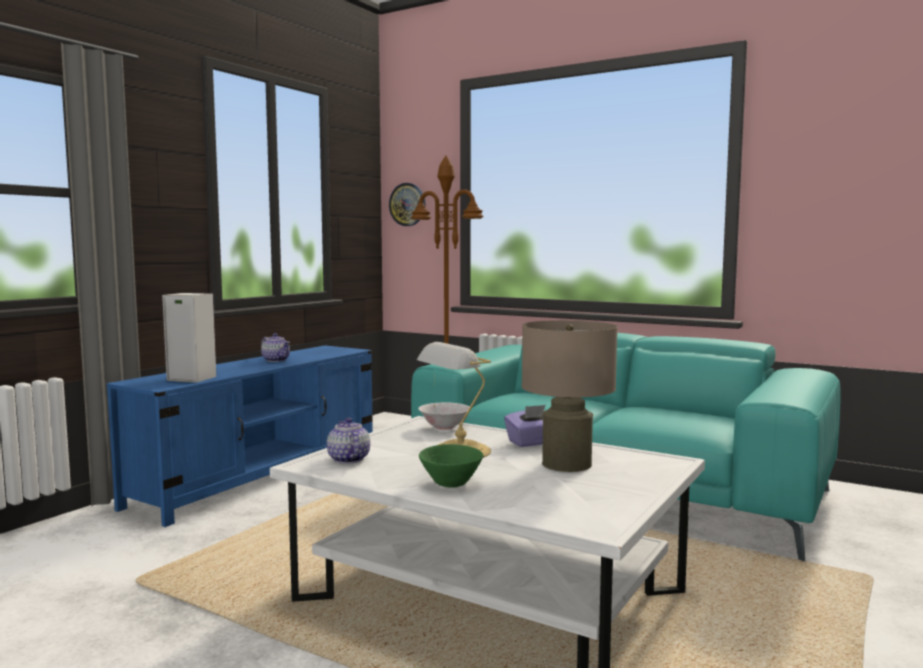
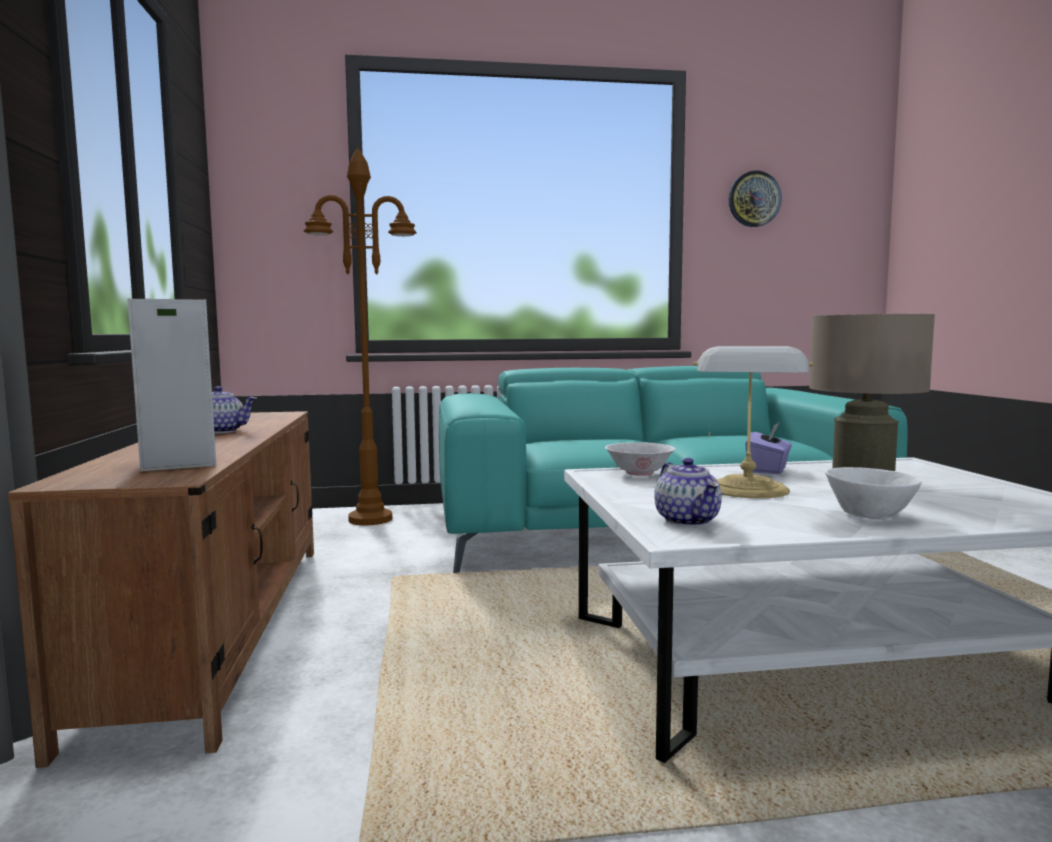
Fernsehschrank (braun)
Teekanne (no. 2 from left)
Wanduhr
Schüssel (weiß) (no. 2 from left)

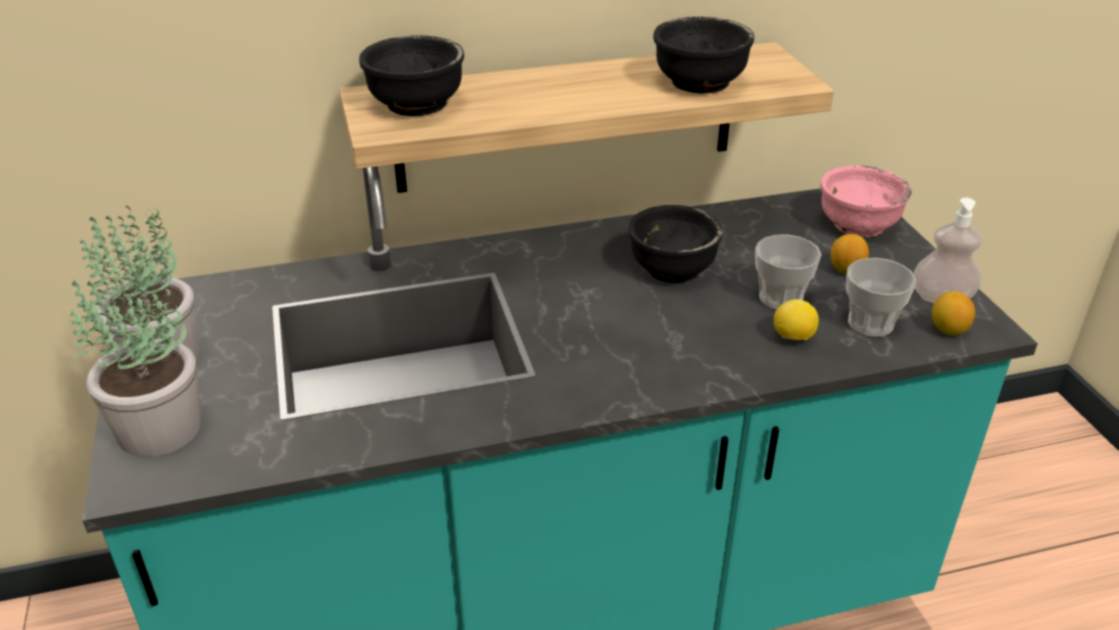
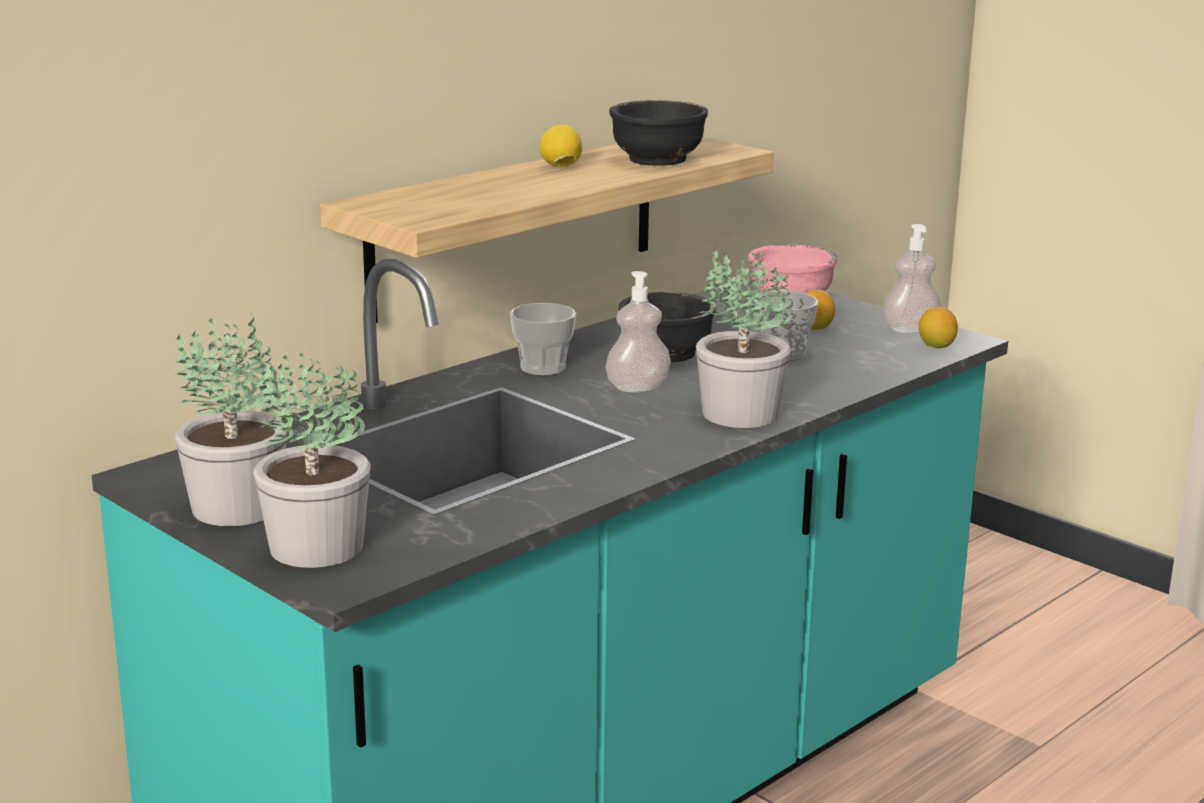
Schüssel (schwarz) (no. 1 from left in the first image)
Zitrone (no. 1 from left)
Tasse (no. 1 from left)
Seifenspender (no. 1 from left)
Topfpflanze (no. 3 from left)

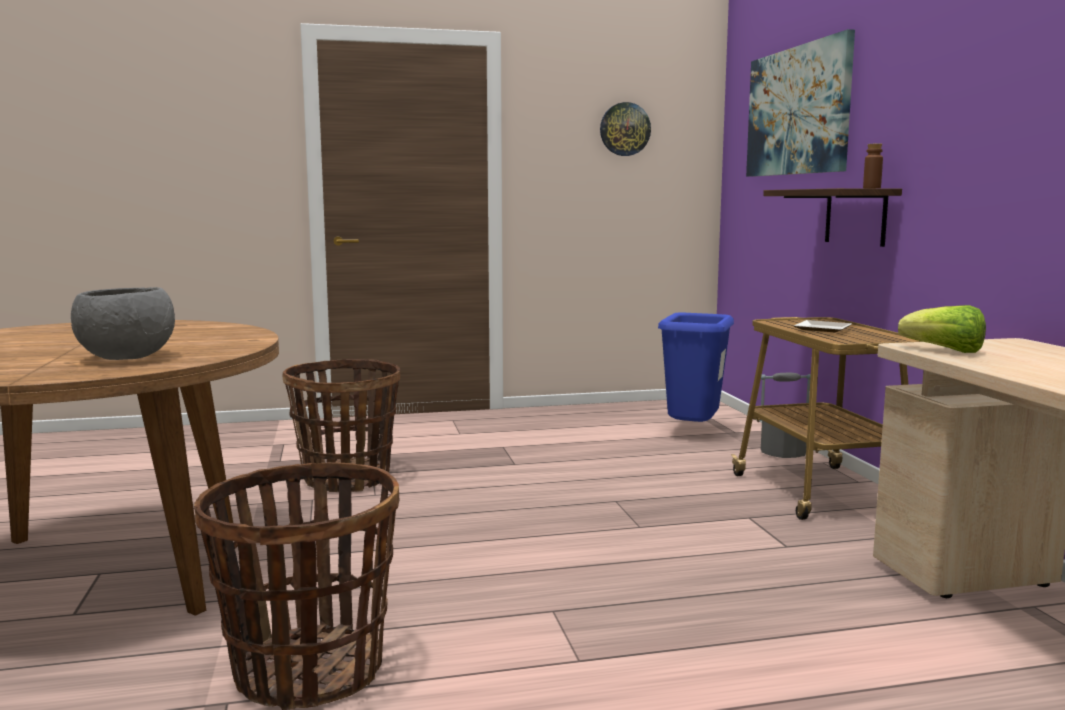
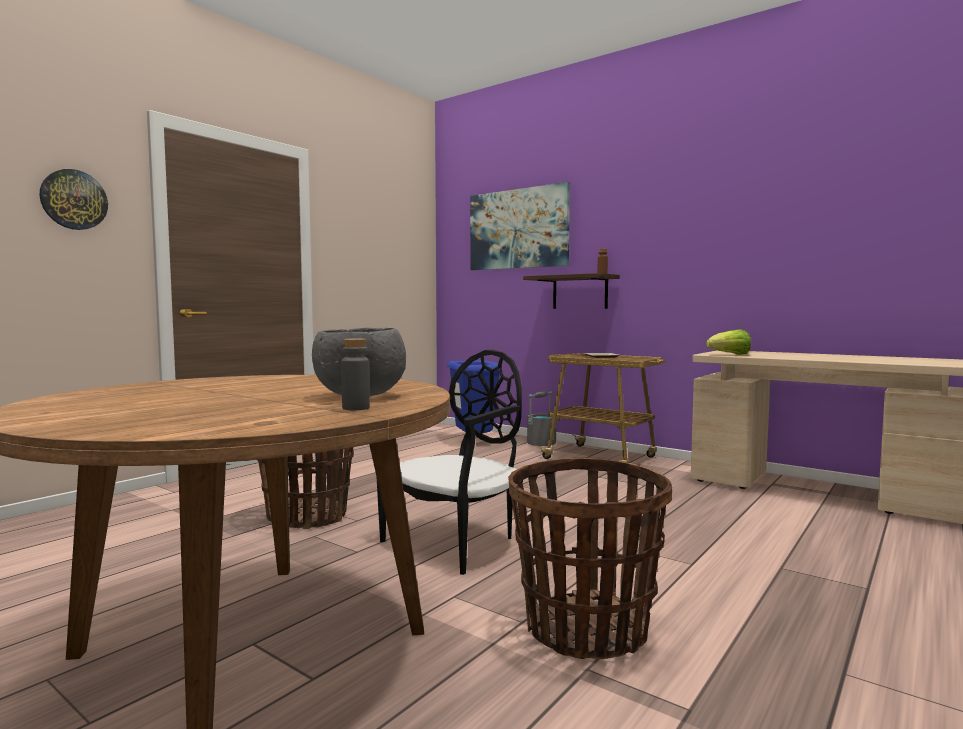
Wanduhr
Flasche (grau)
Stuhl (schwarz)

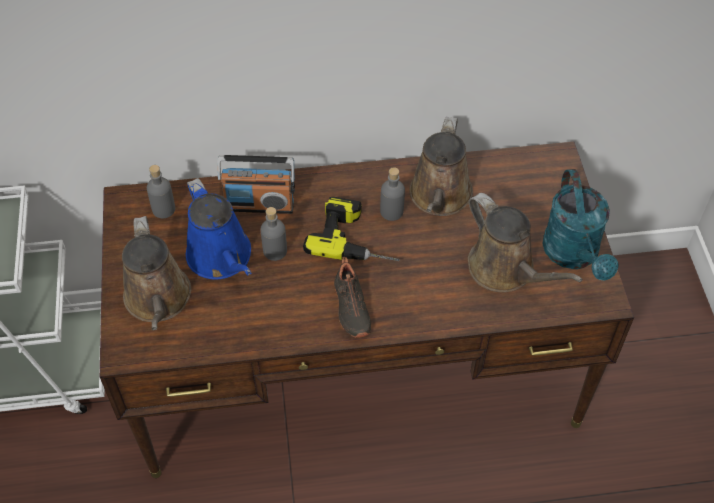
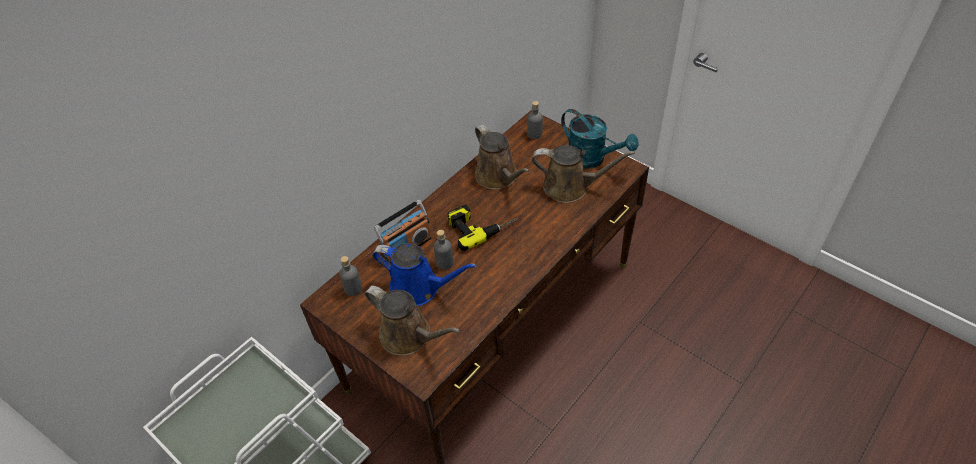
Schuh (schwarz)
Flasche (grau) (no. 3 from left)

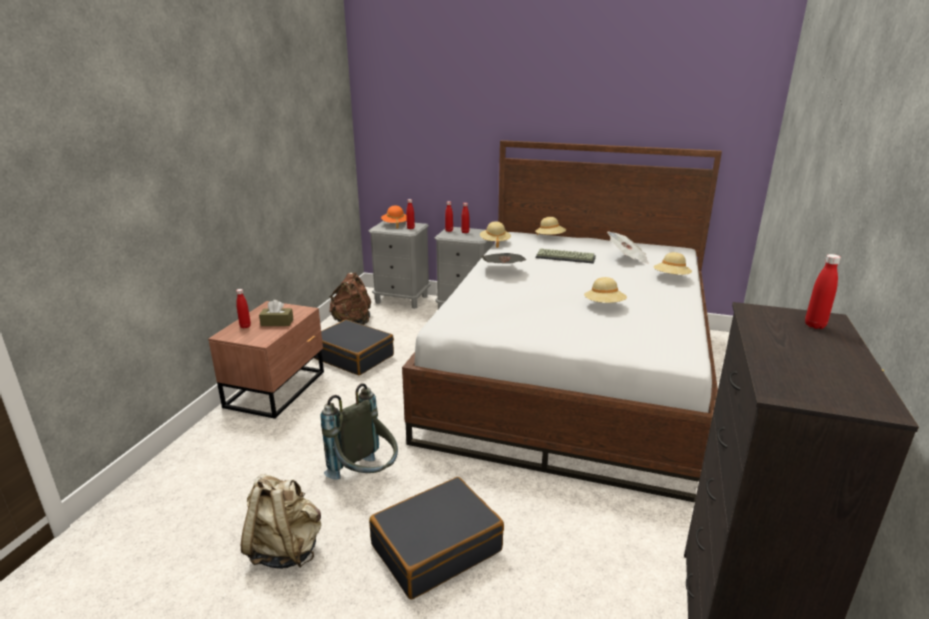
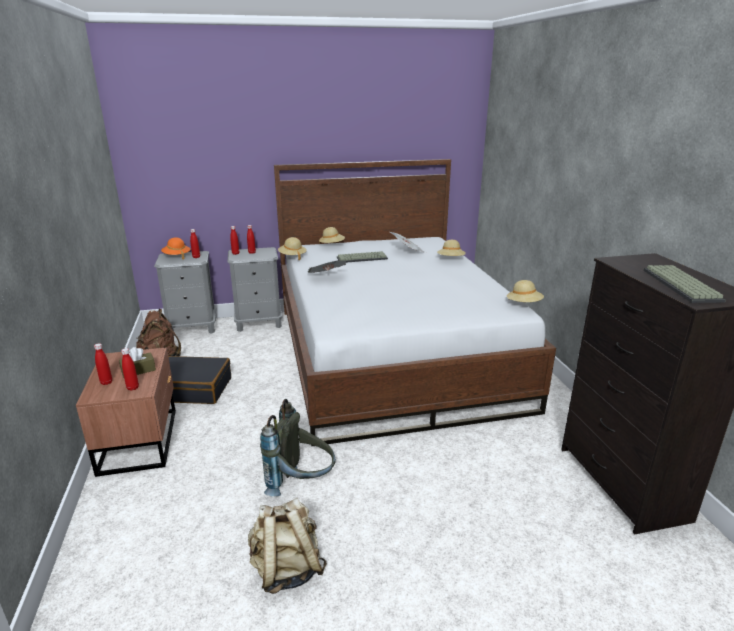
Koffer (schwarz) (no. 2 from left in the first image)
Hut (beige) (no. 4 from left)
Flasche (rot) (no. 2 from left)
Tastatur (no. 2 from left)

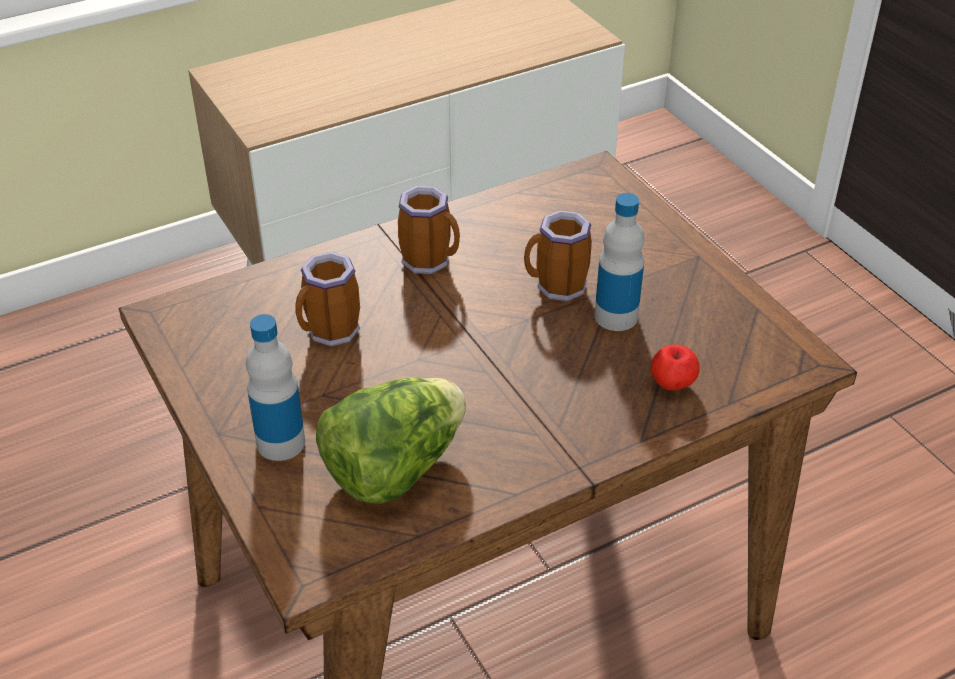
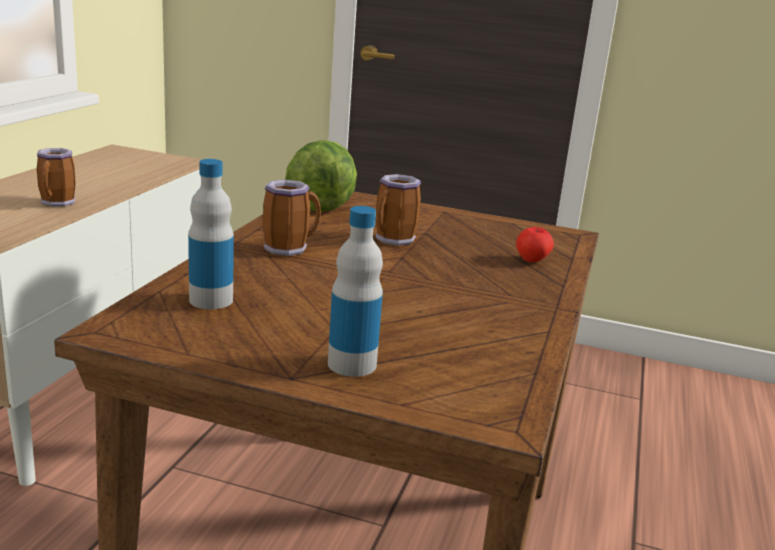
Henkelbecher (no. 1 from left)
Salatkopf
Flasche (no. 1 from left)

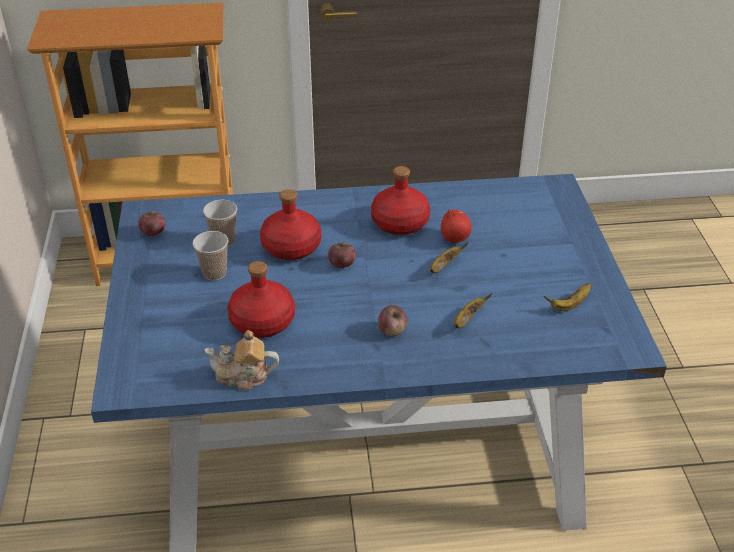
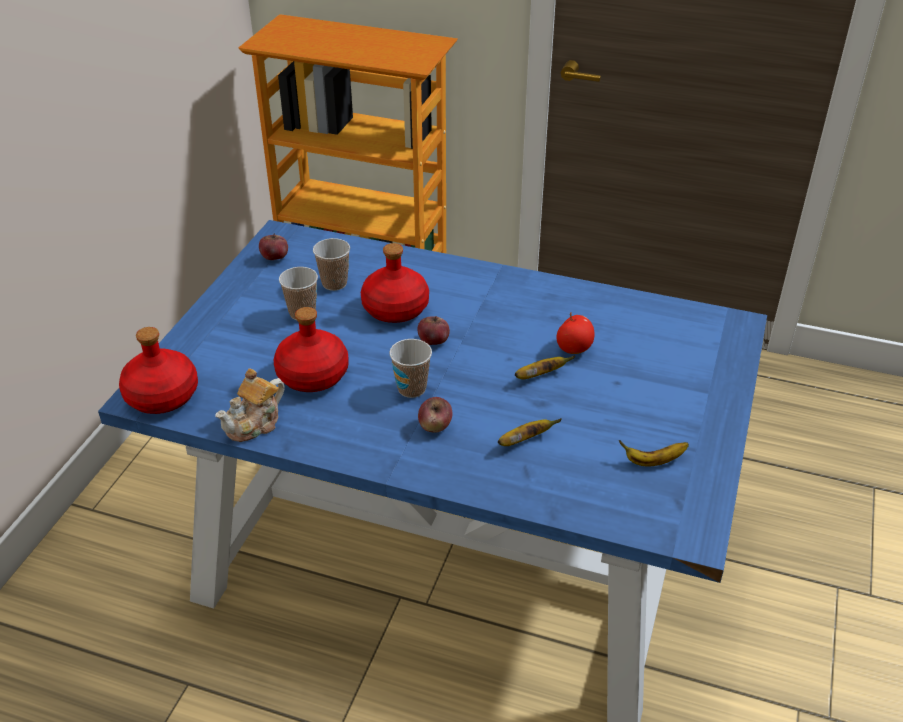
Teekanne
Flasche (rot) (no. 1 from left)
Tasse (no. 3 from left)

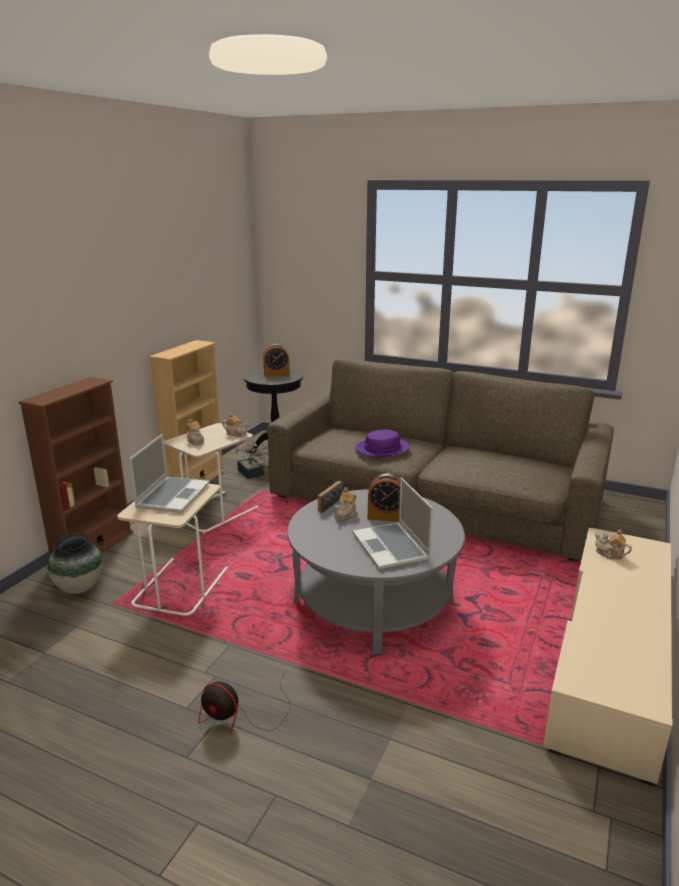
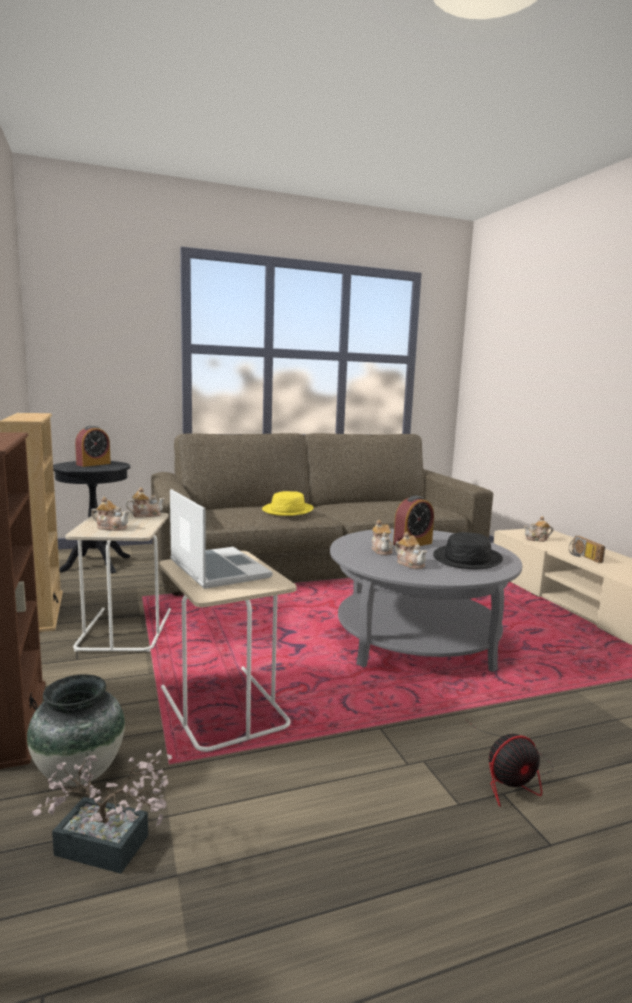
Topfpflanze
Radio
Hut (schwarz)
Hut (gelb)
Teekanne (no. 4 from left)

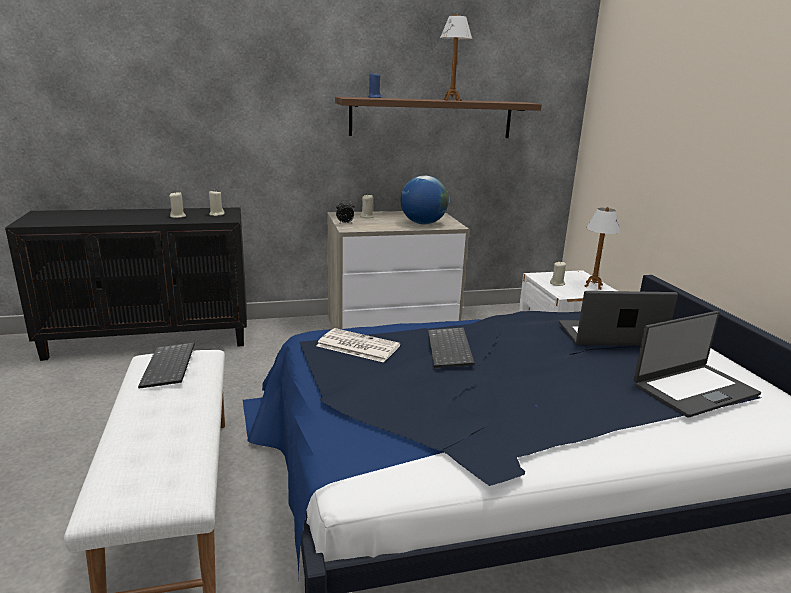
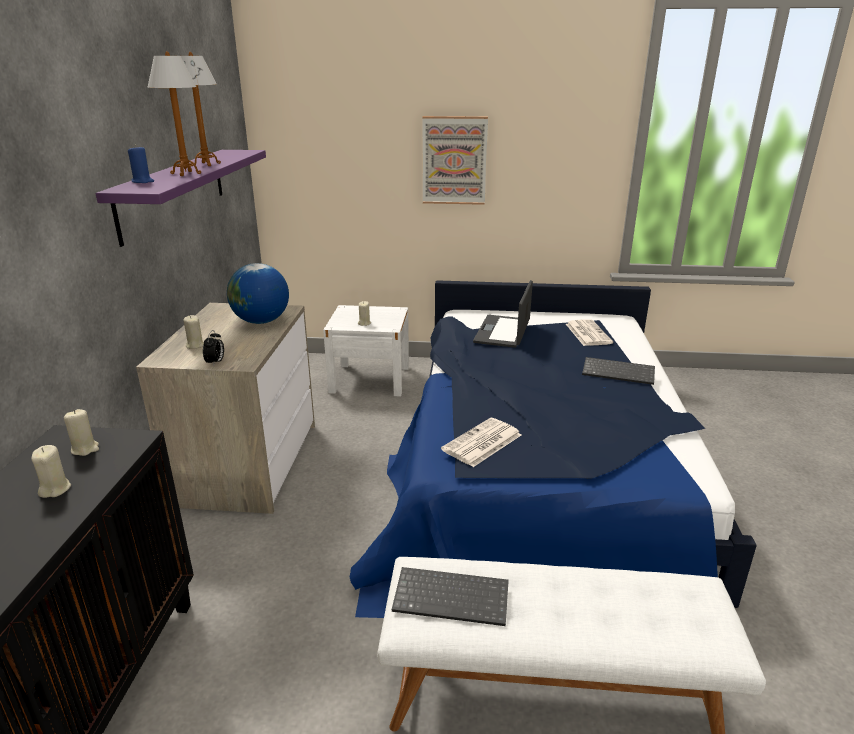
Wandregal (lila)
Tastatur (no. 2 from left)
Tischlampe (no. 1 from left)
Zeitung (no. 2 from left)
Bild

